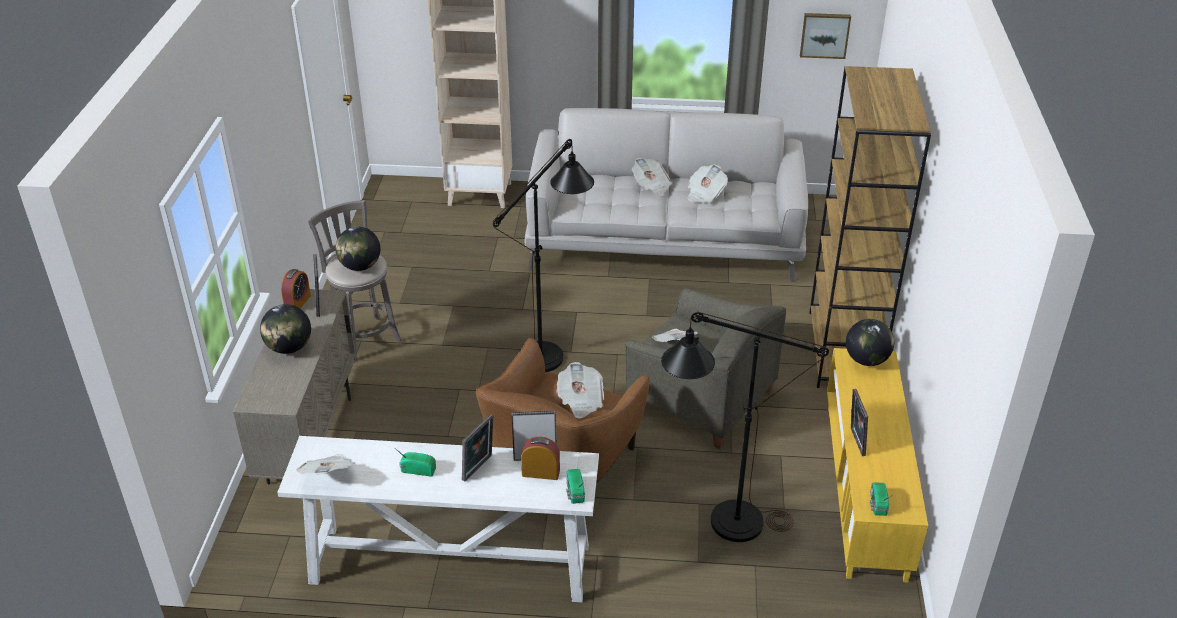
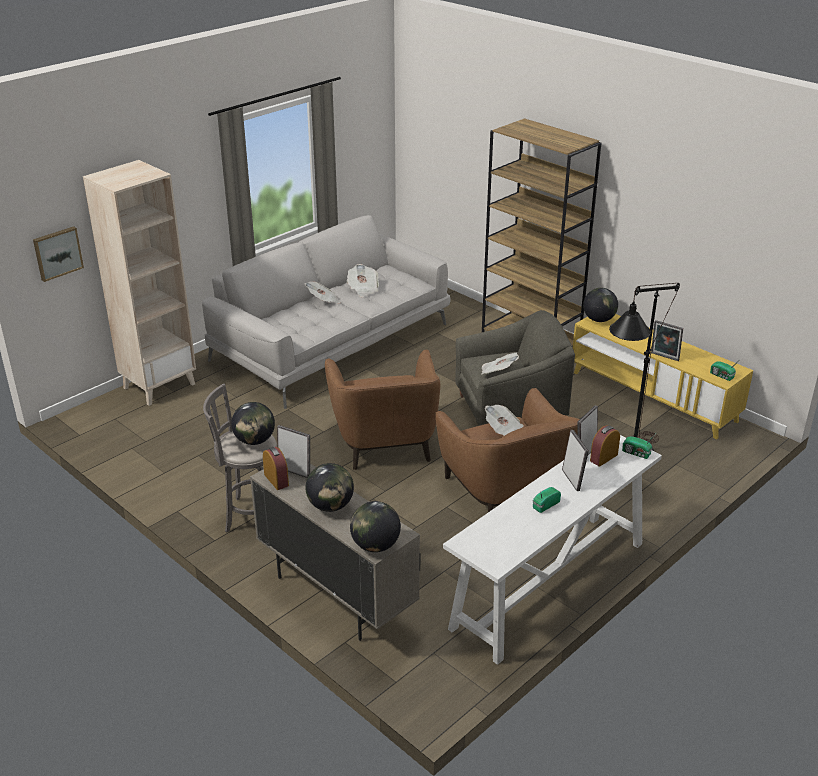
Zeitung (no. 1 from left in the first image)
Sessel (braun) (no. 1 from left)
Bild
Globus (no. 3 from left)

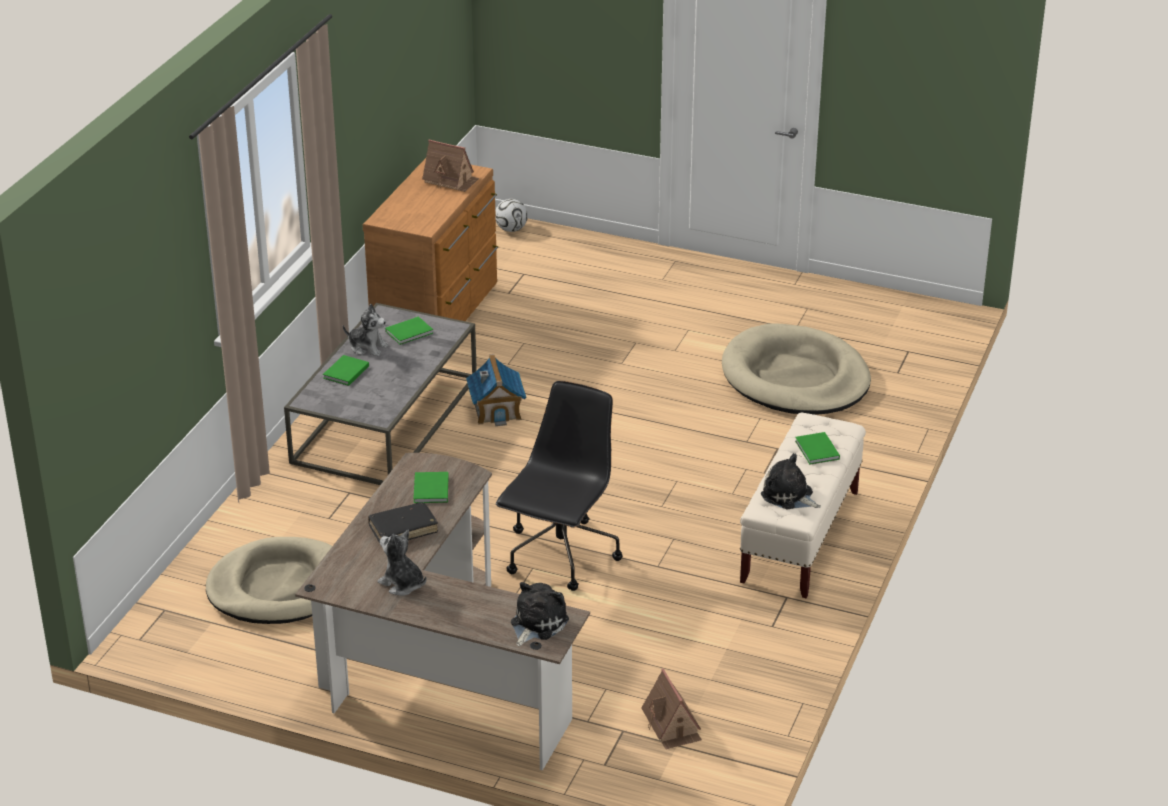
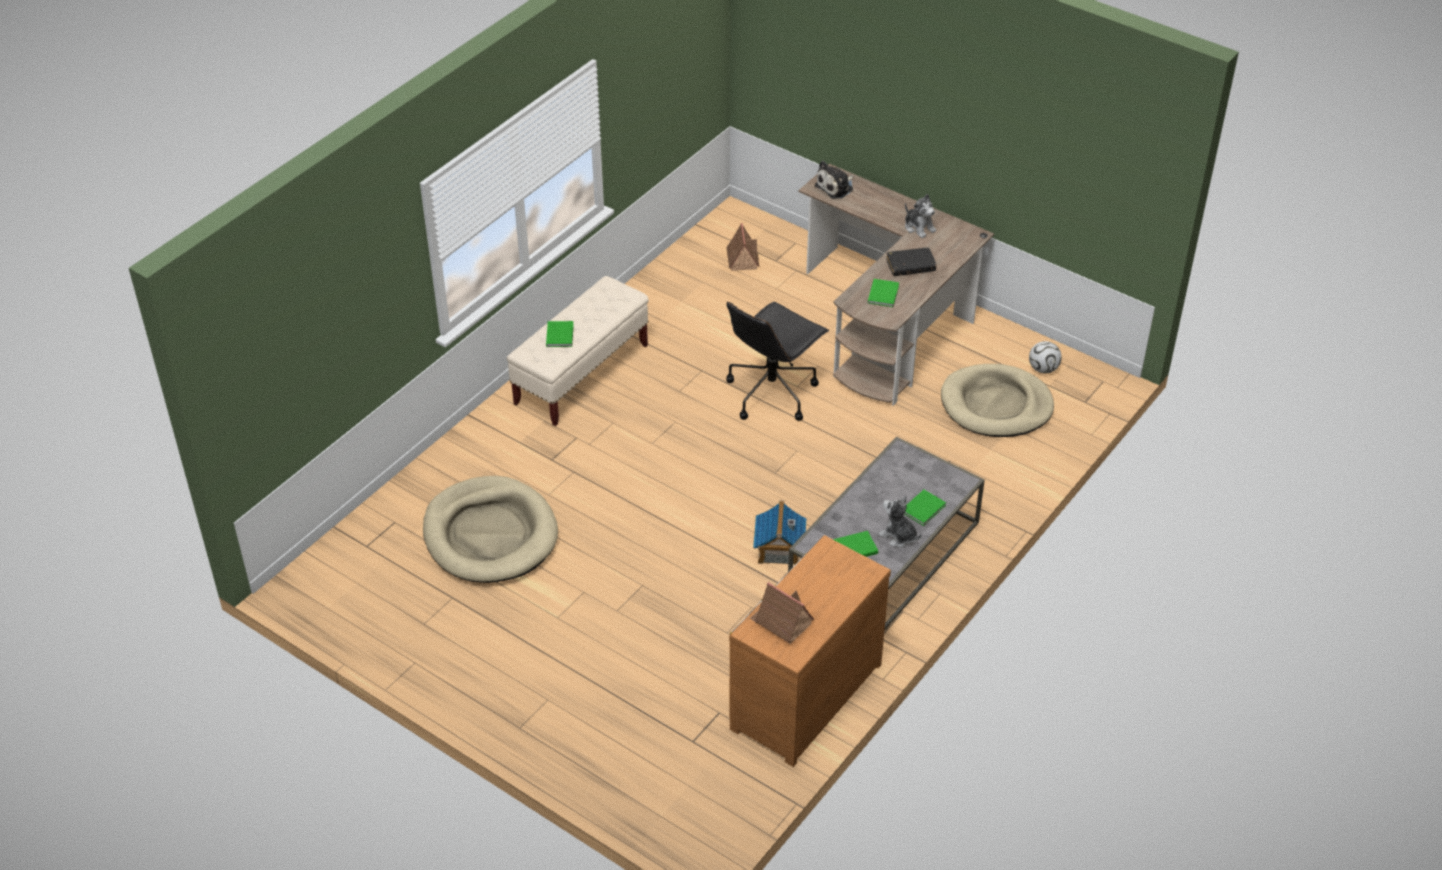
Fußball
Plüschtier (no. 4 from left in the first image)

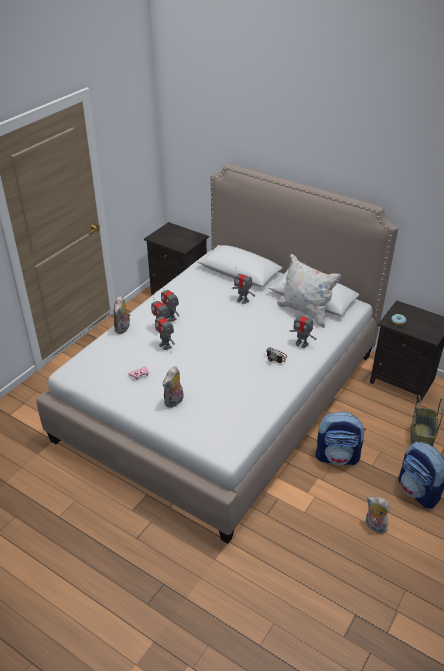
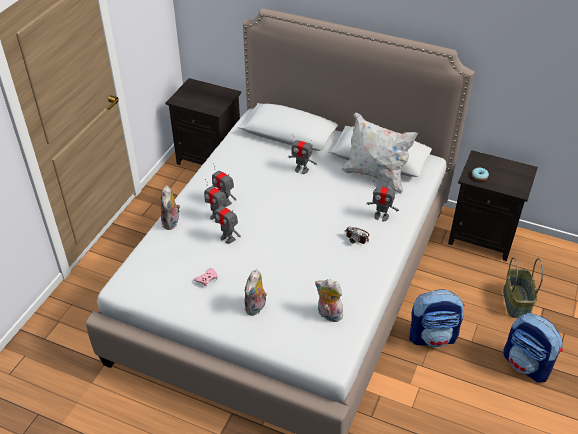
Plüschtier (no. 3 from left)

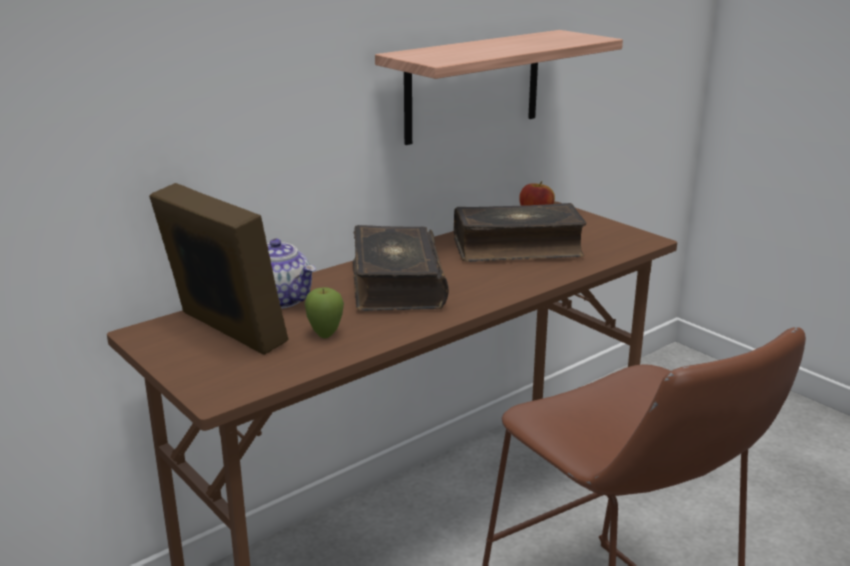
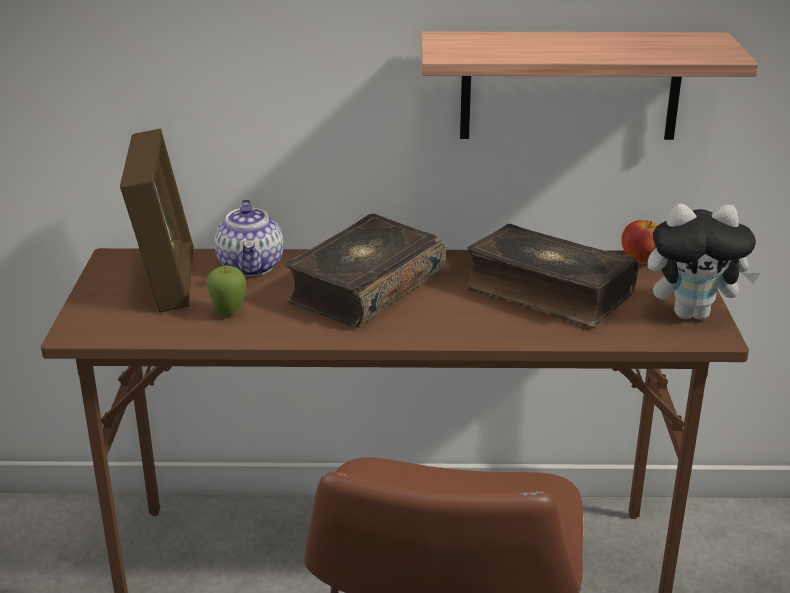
Plüschtier

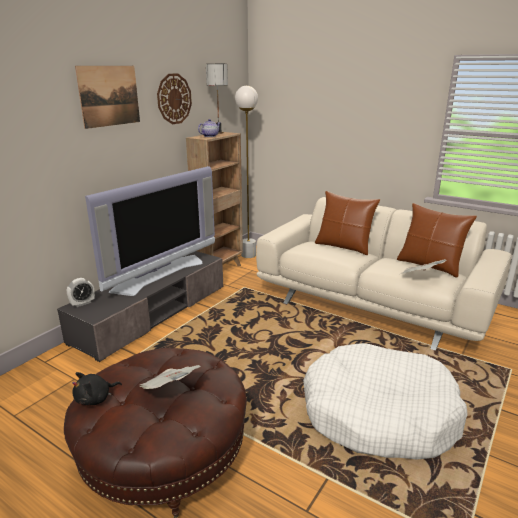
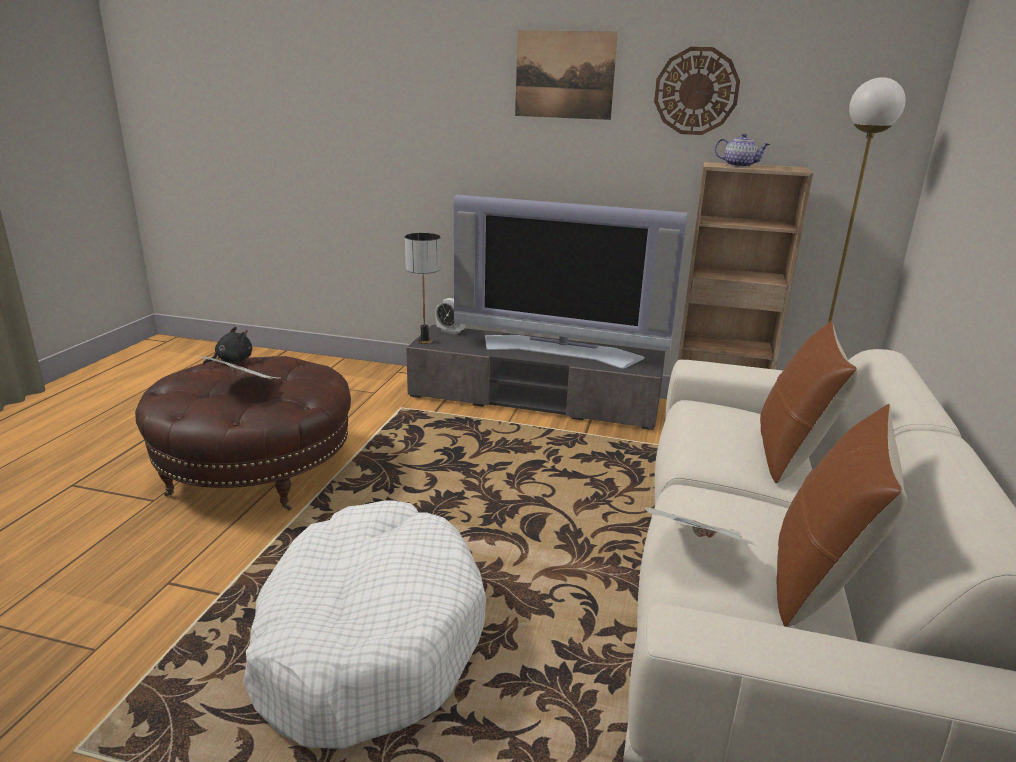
Plüschtier (schwarz)
Tischlampe

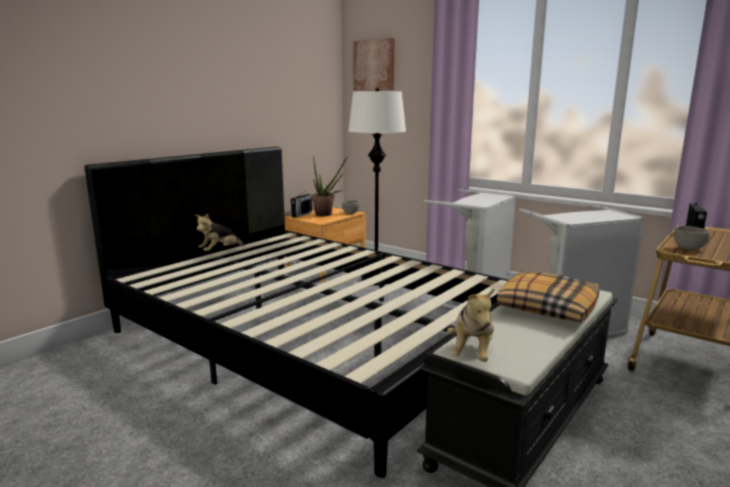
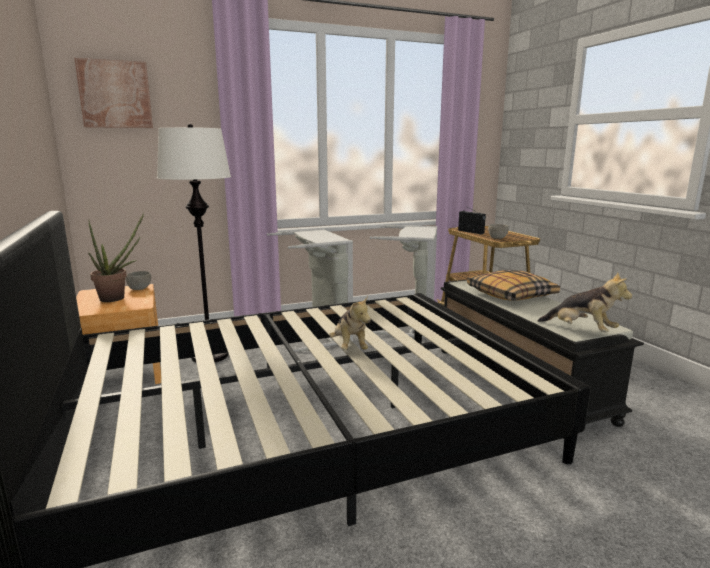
Plüschtier (no. 1 from left)
Radio (no. 1 from left in the first image)

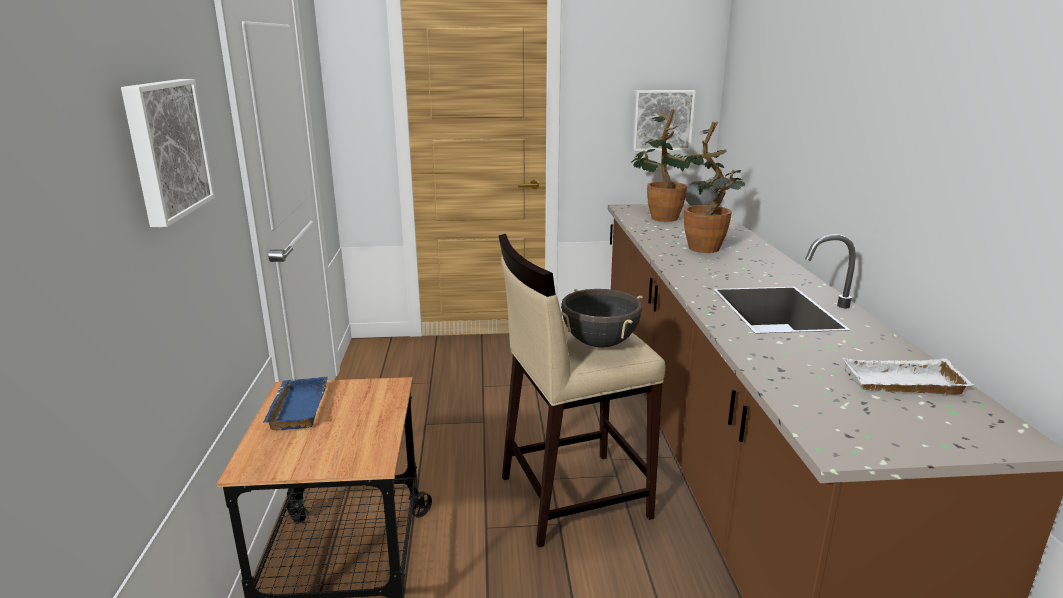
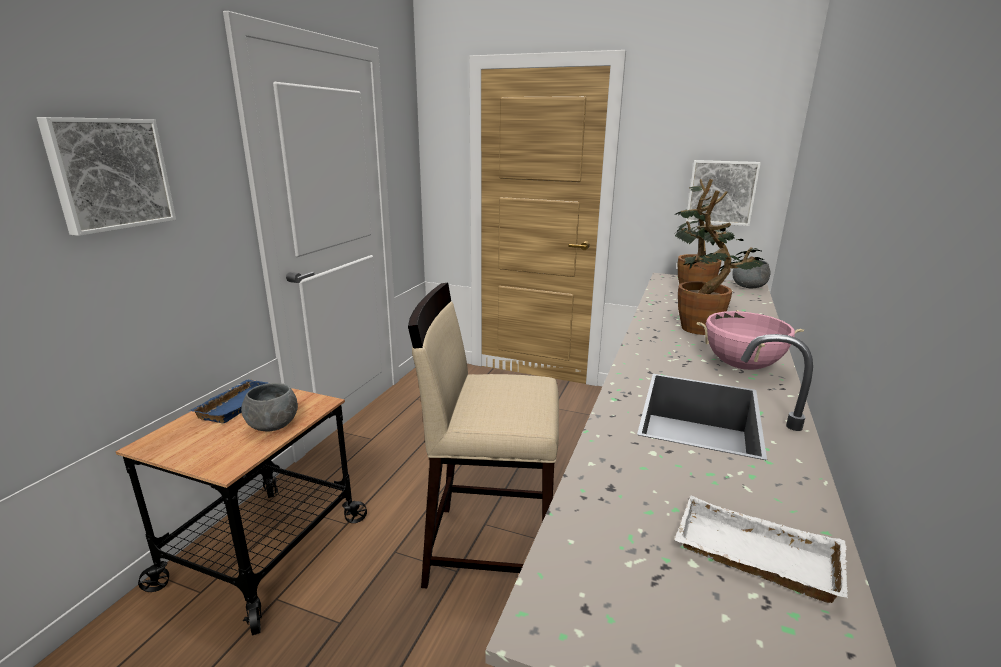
Kochtopf (schwarz)
Schüssel (grau) (no. 1 from left)
Kochtopf (rosa)

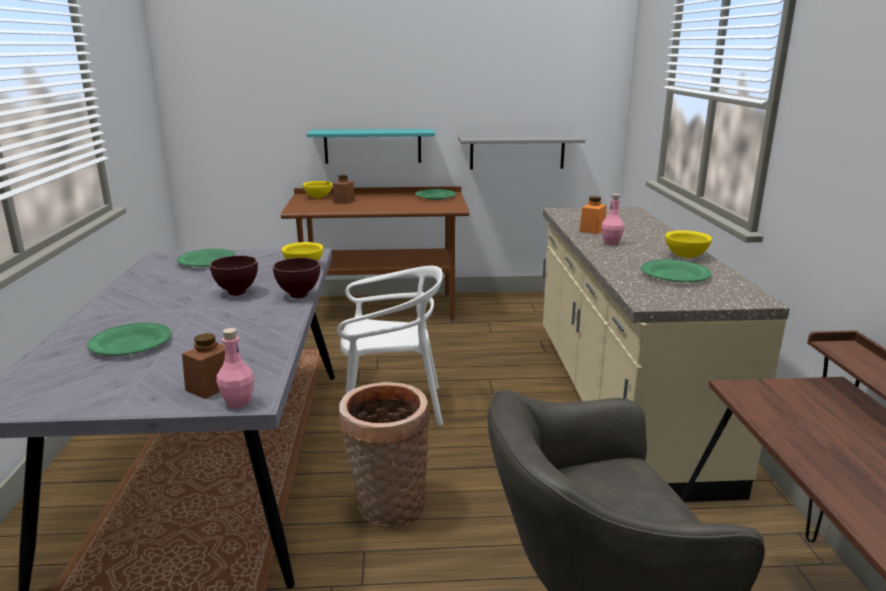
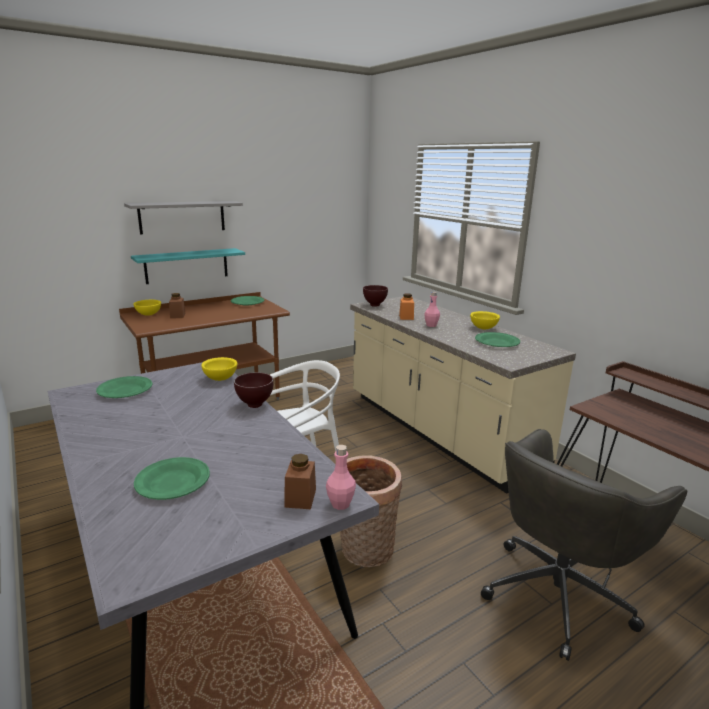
Schüssel (braun) (no. 2 from left)
Wandregal (grau)

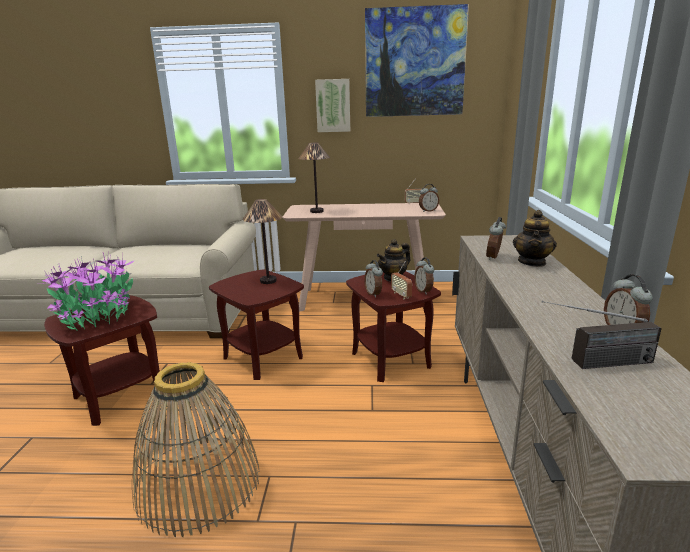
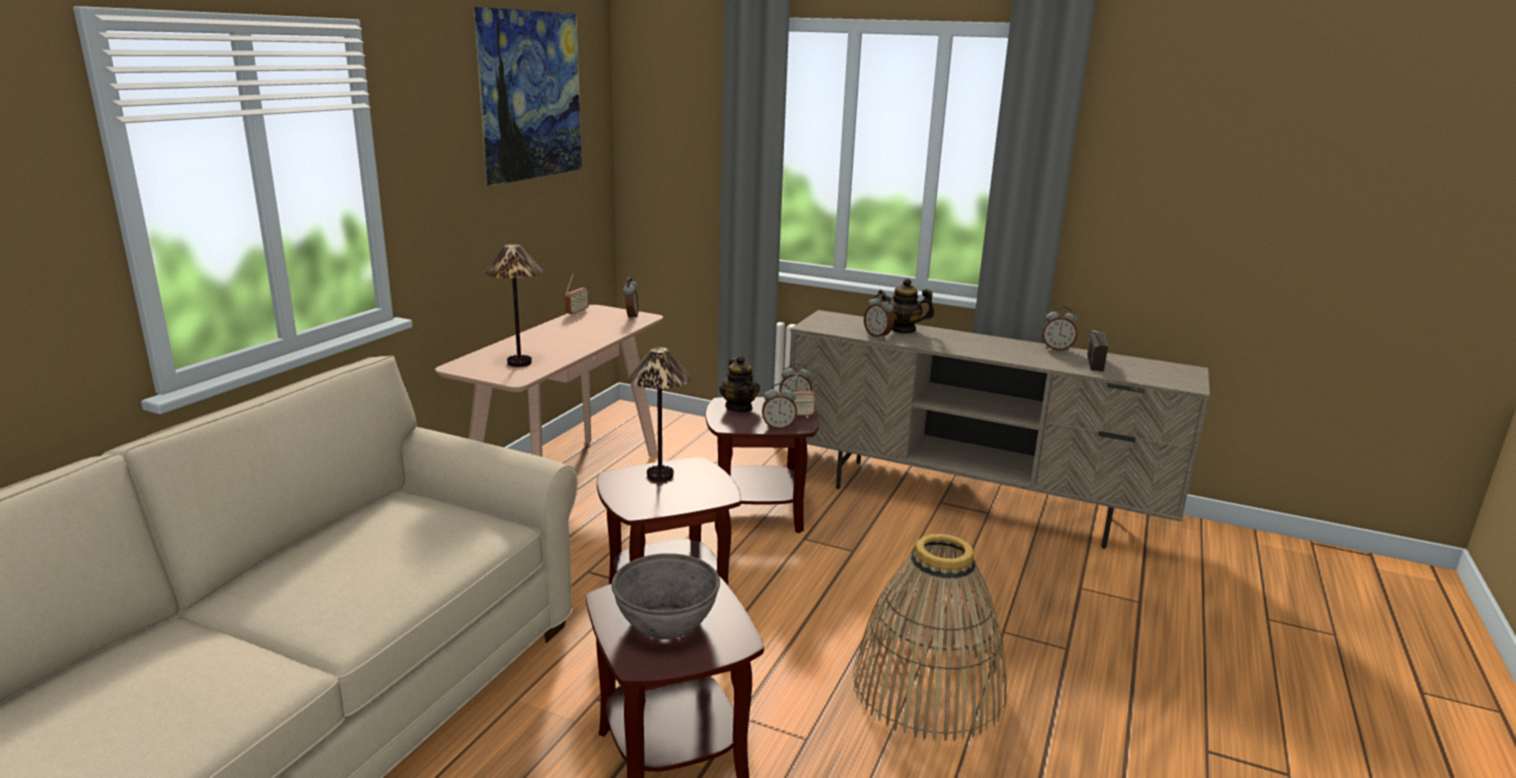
Schüssel (grau)
Bild (no. 1 from left in the first image)
Teekanne (no. 2 from left)

